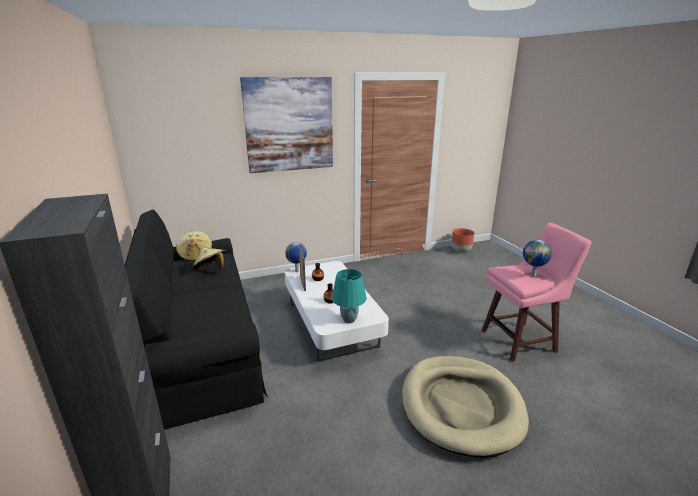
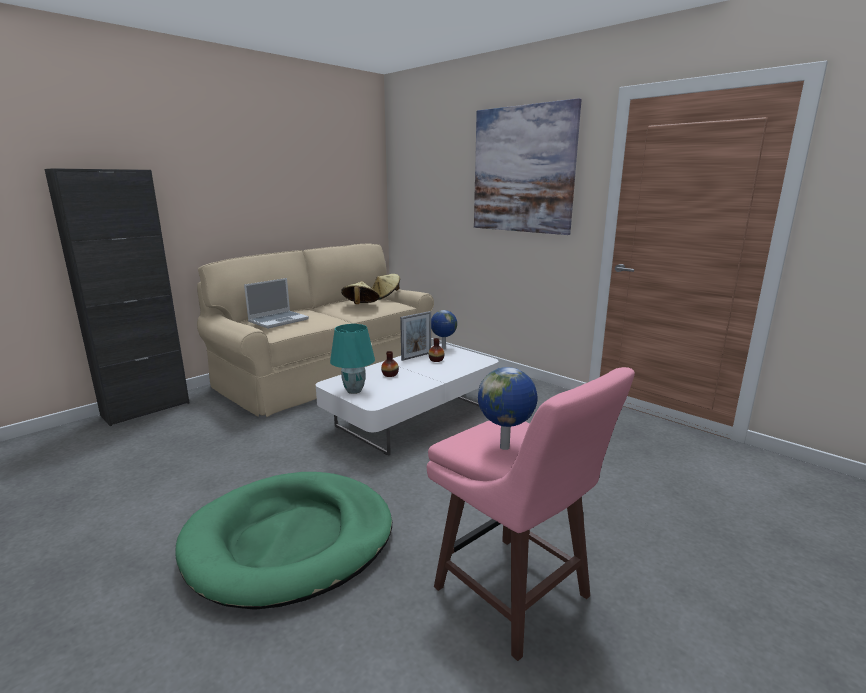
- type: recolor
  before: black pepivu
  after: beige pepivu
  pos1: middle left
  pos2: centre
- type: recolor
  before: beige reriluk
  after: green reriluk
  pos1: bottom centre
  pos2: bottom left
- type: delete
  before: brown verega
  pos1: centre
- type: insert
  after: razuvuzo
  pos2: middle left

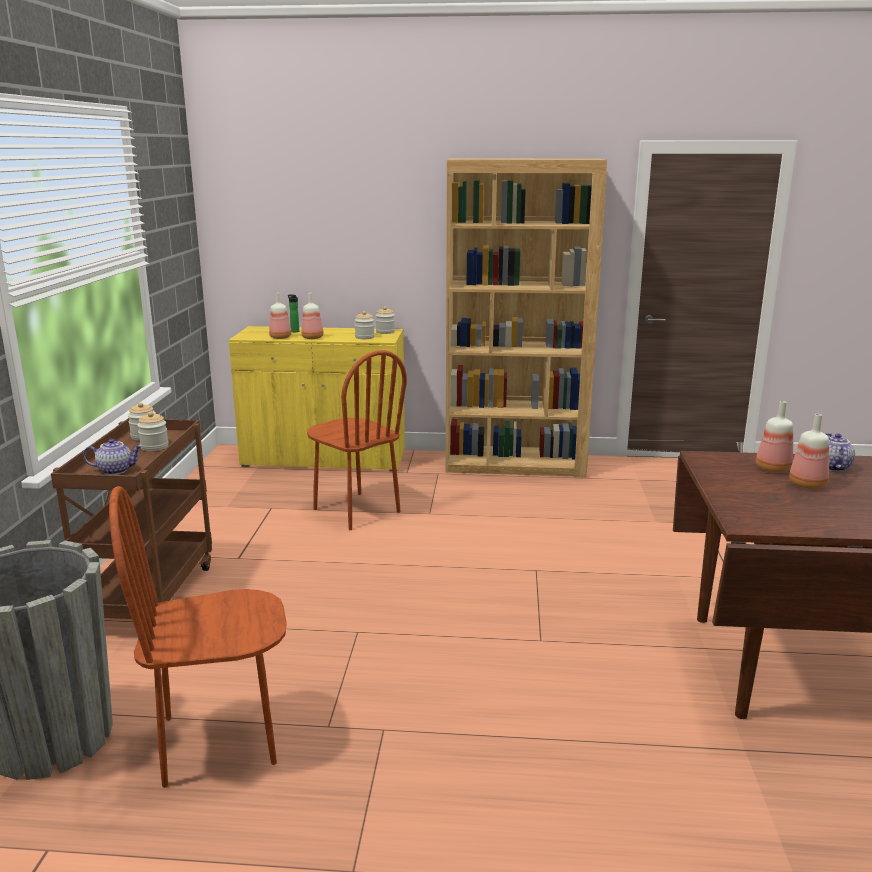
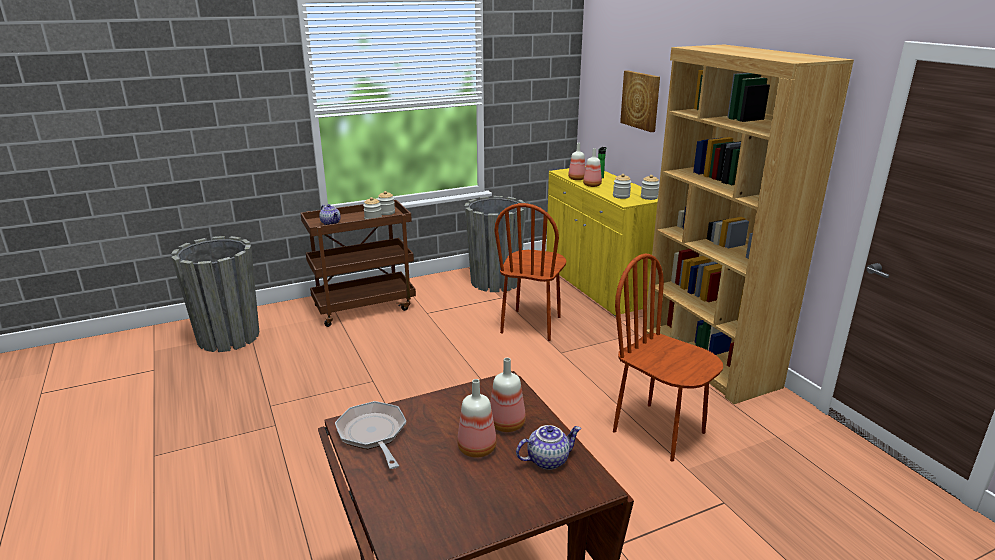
- type: move
  before: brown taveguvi (1st from left in the first image)
  after: brown taveguvi (2nd from left)
  pos1: bottom left
  pos2: middle right
- type: insert
  after: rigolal
  pos2: bottom centre
- type: insert
  after: grey verega (2nd from left)
  pos2: centre
- type: insert
  after: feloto
  pos2: top centre

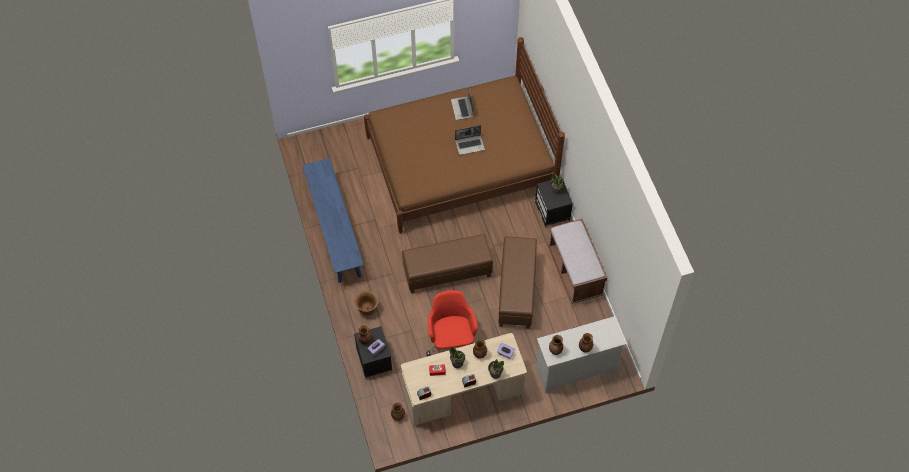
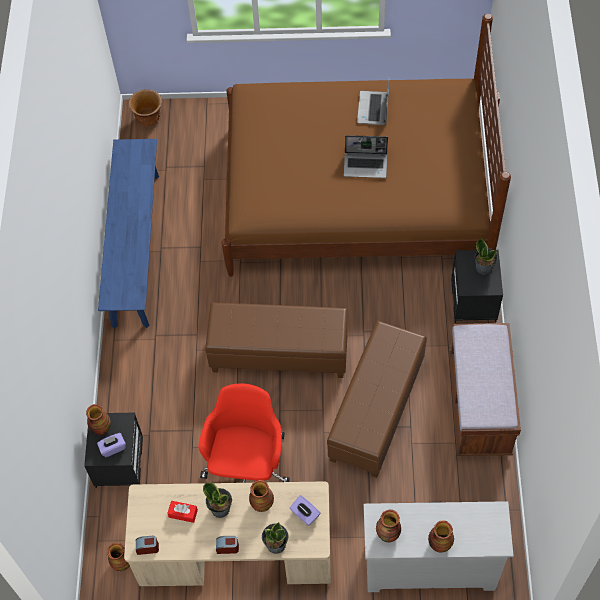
- type: move
  before: brown verega
  pos1: centre
  pos2: top left

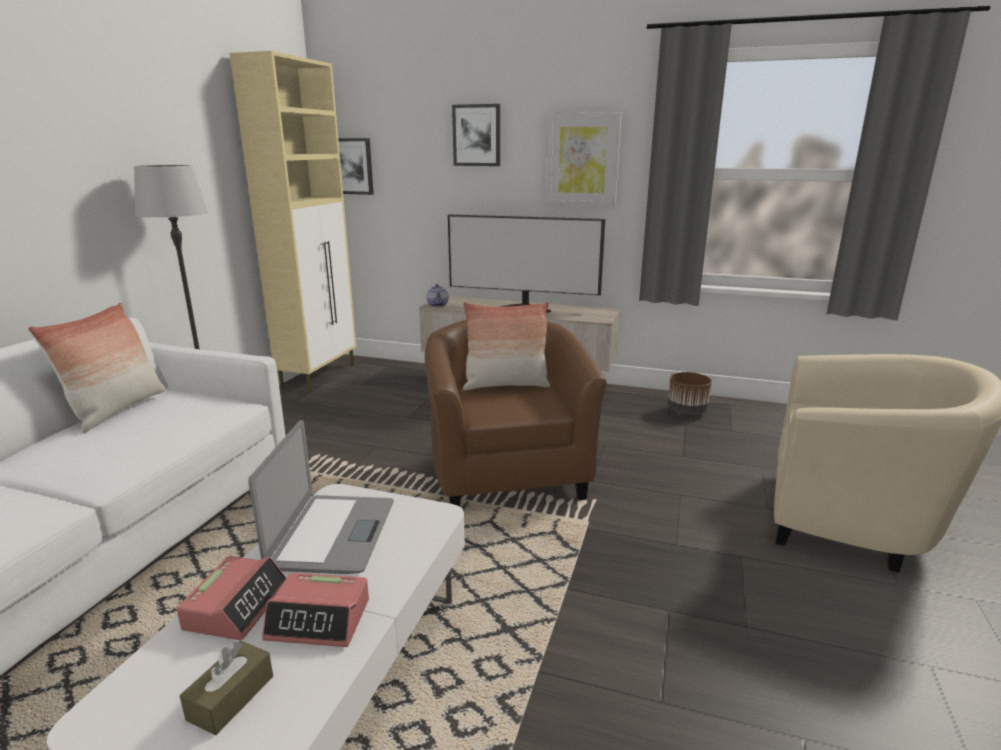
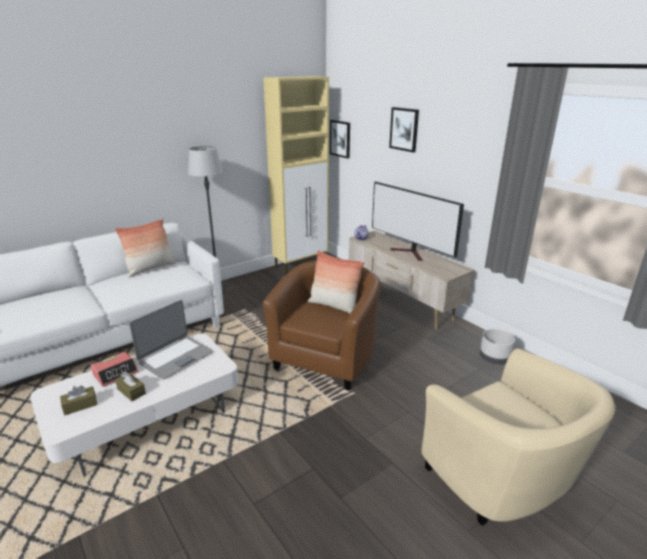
- type: replace
  before: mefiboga (2nd from left)
  after: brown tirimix (2nd from left)
  pos1: bottom left
  pos2: bottom left
- type: delete
  before: feloto (3rd from left)
  pos1: top centre
- type: recolor
  before: brown verega
  after: grey verega
  pos1: middle right
  pos2: middle right

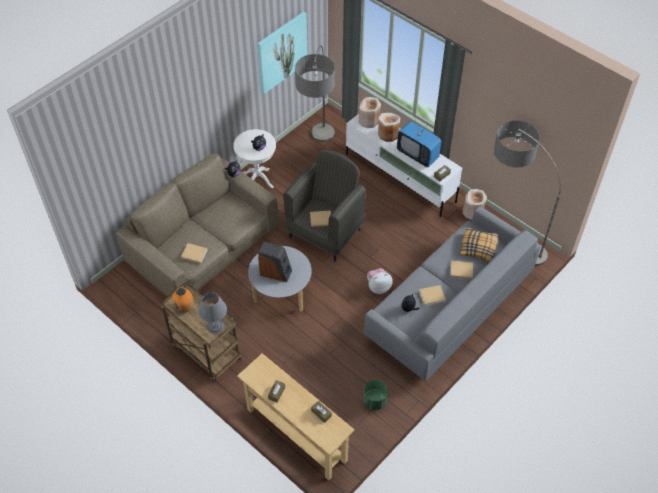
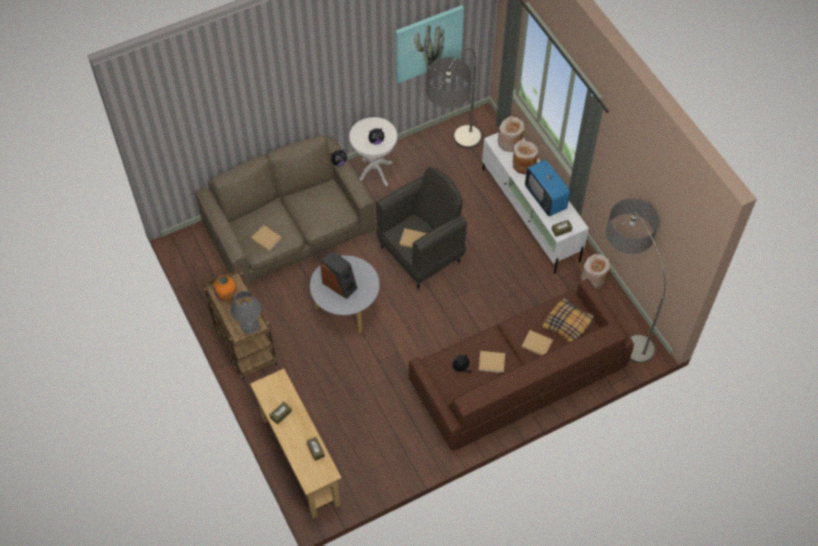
- type: delete
  before: green verega
  pos1: bottom centre
- type: recolor
  before: grey pepivu
  after: brown pepivu (2nd from left)
  pos1: middle right
  pos2: bottom centre
- type: delete
  before: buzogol (3rd from left)
  pos1: centre

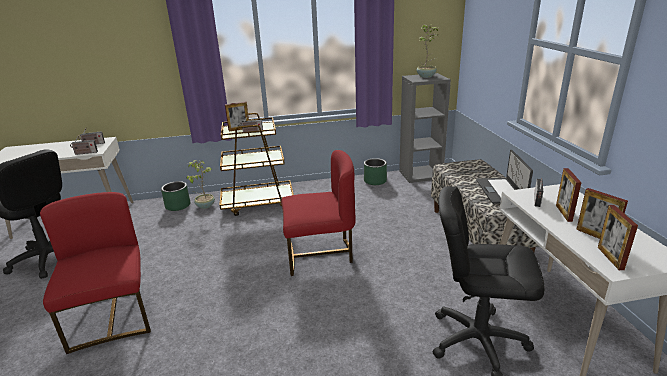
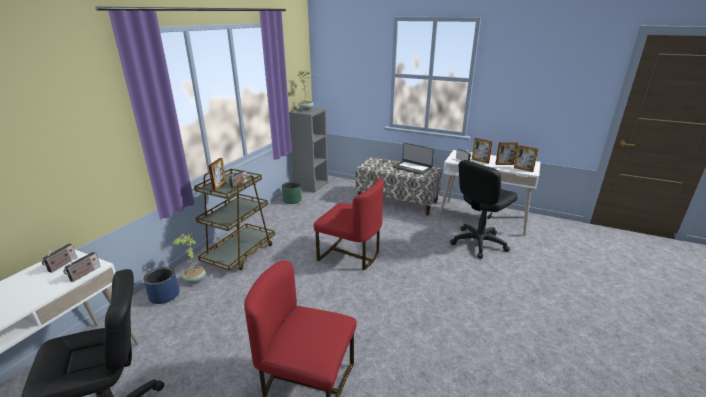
- type: recolor
  before: green verega (1st from left)
  after: blue verega
  pos1: middle left
  pos2: bottom left
- type: rotate
  before: red taveguvi (2nd from left)
  pos1: centre
  pos2: centre
  turn: 90

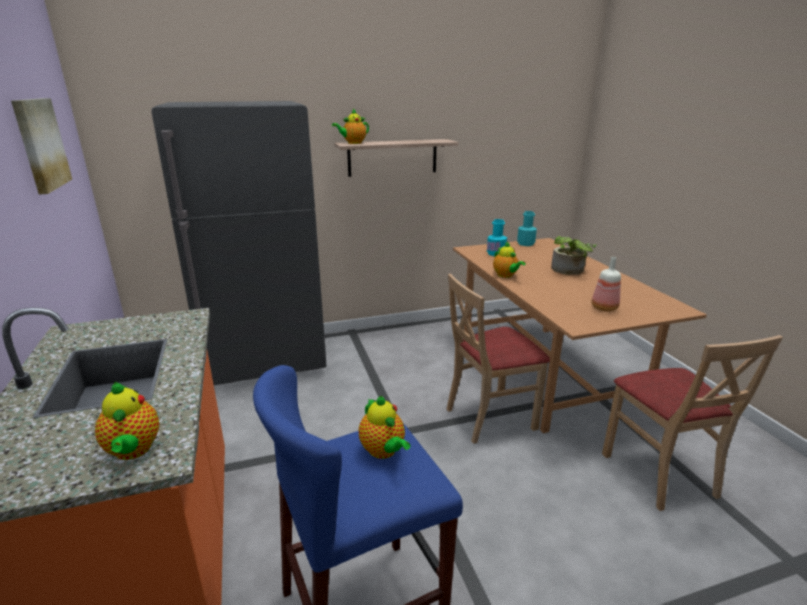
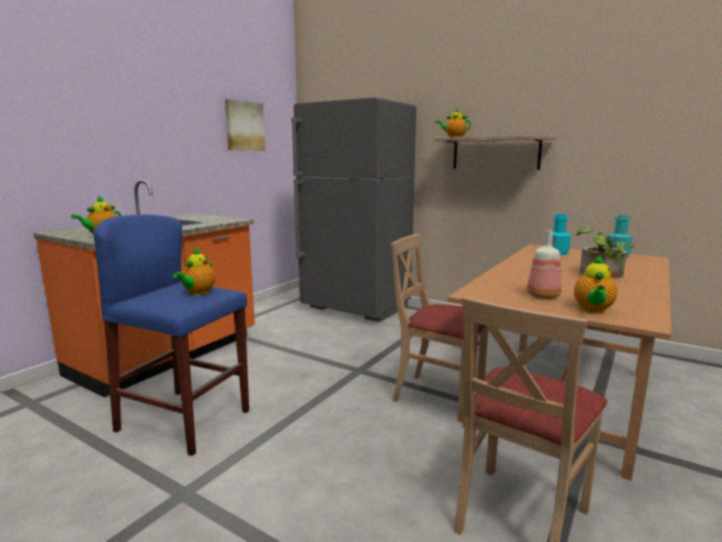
- type: move
  before: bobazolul (4th from left)
  pos1: centre
  pos2: middle right

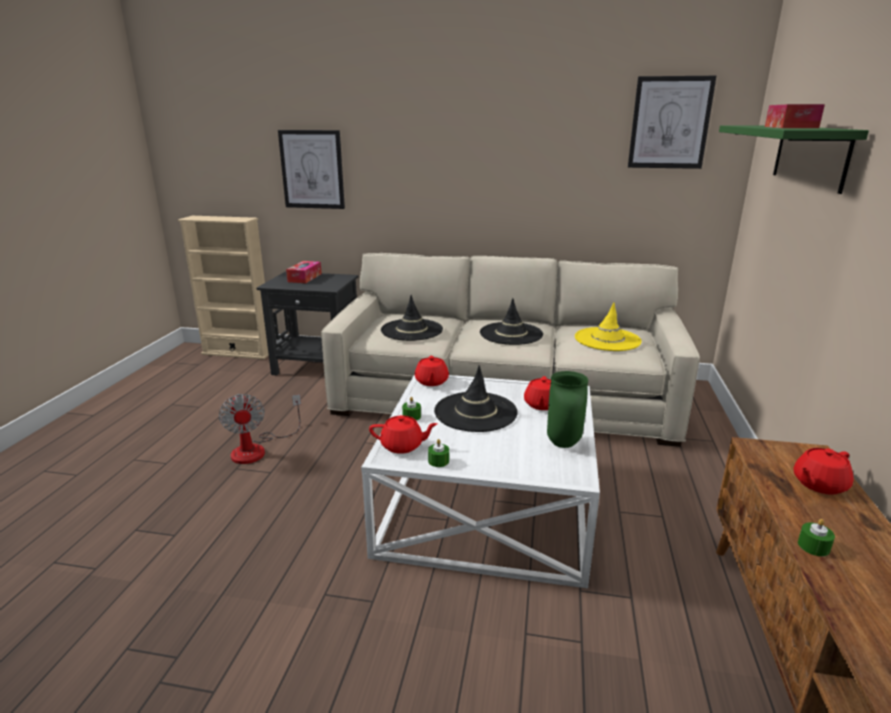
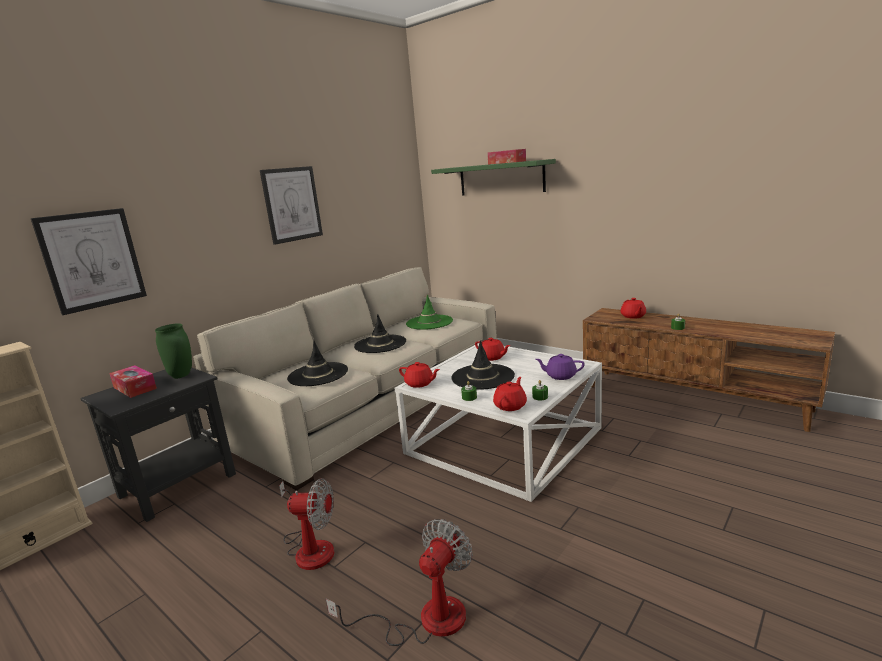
- type: move
  before: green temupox
  pos1: centre
  pos2: middle left
- type: recolor
  before: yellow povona
  after: green povona
  pos1: middle right
  pos2: centre
- type: move
  before: feloto (2nd from left)
  pos1: top right
  pos2: top left
- type: insert
  after: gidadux (2nd from left)
  pos2: bottom centre
- type: insert
  after: purple bobazolul
  pos2: centre

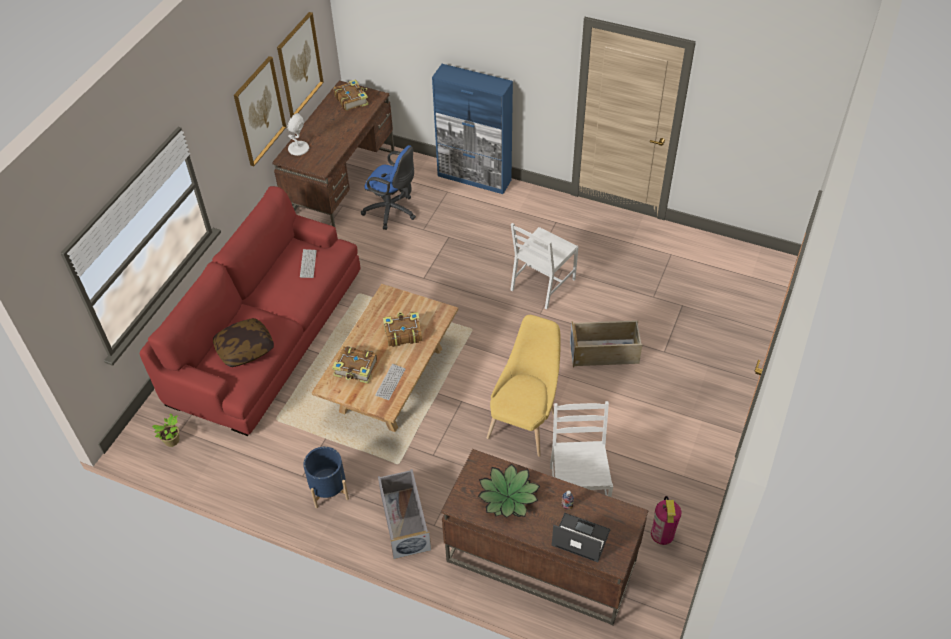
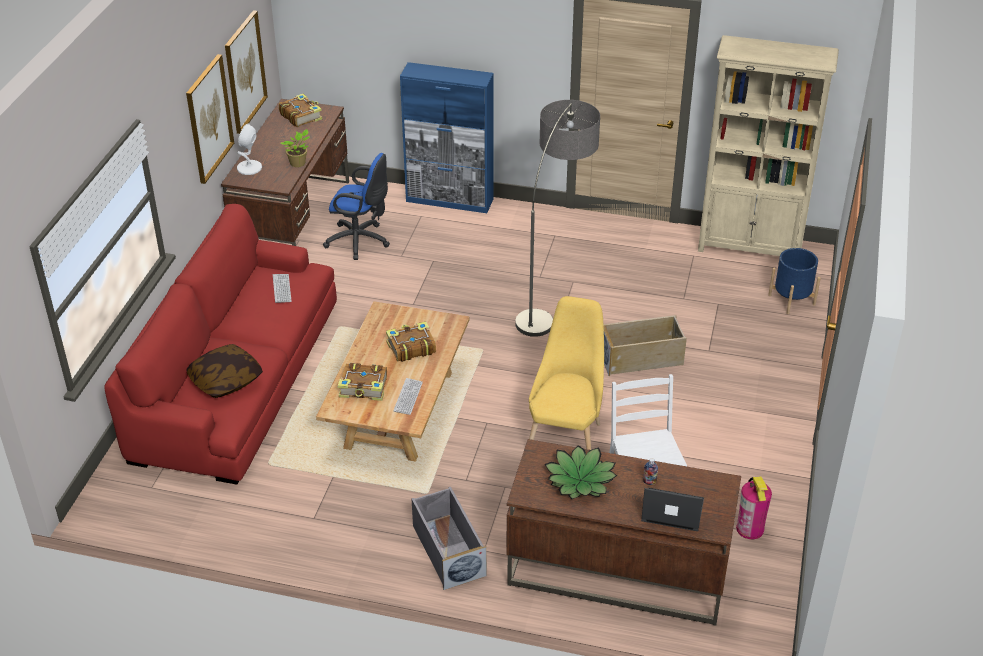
- type: move
  before: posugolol (1st from left)
  pos1: bottom left
  pos2: top left
- type: move
  before: blue verega
  pos1: bottom centre
  pos2: middle right
- type: replace
  before: white taveguvi (1st from left)
  after: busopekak
  pos1: centre
  pos2: top centre
- type: insert
  after: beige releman
  pos2: top right

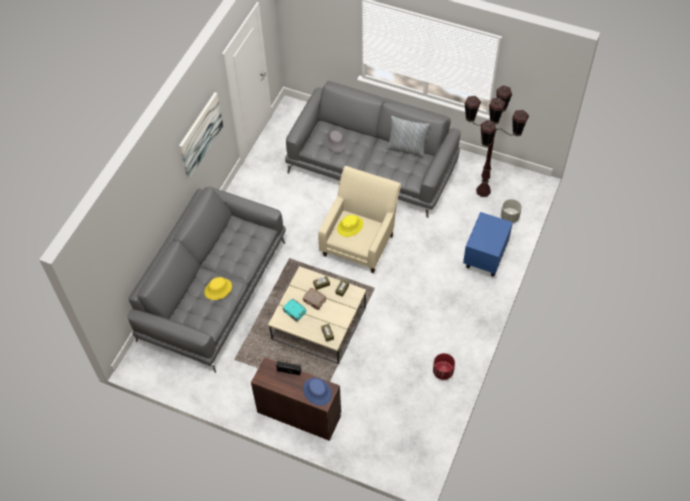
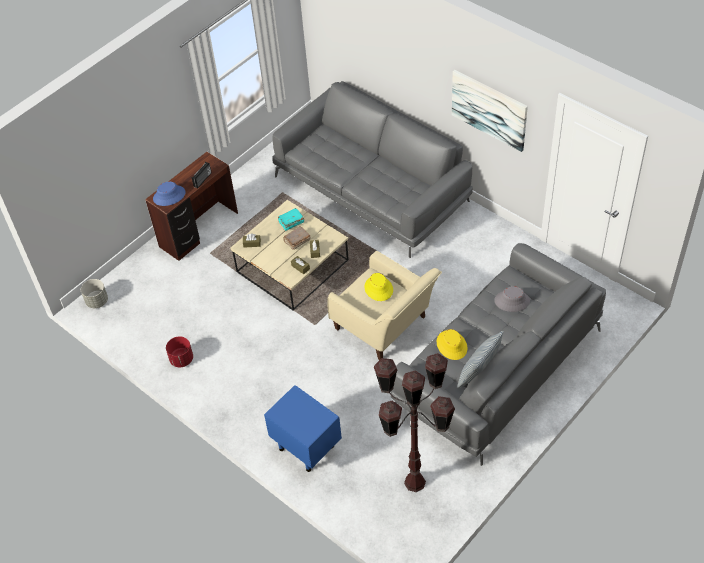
- type: move
  before: yellow povona (1st from left in the first image)
  after: yellow povona (2nd from left)
  pos1: middle left
  pos2: centre
- type: move
  before: grey verega
  pos1: middle right
  pos2: middle left

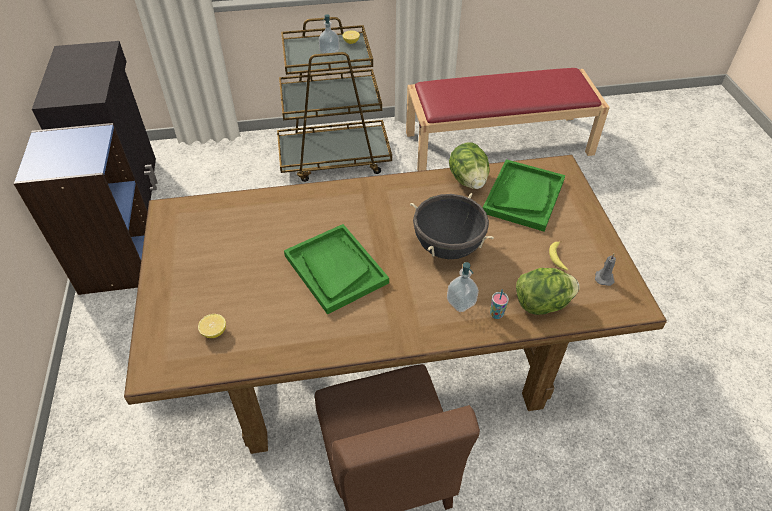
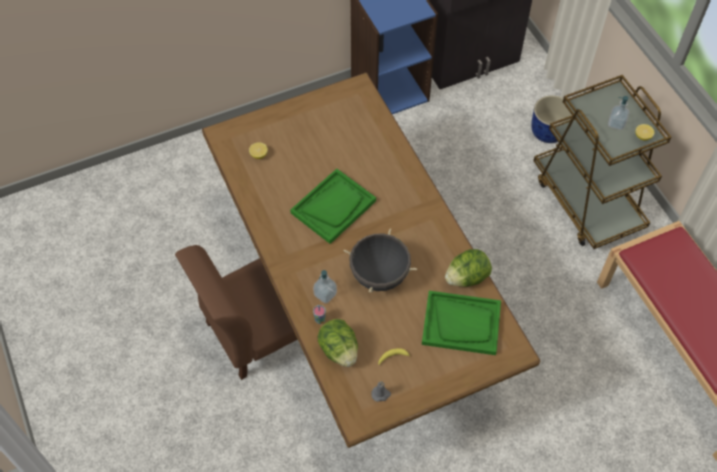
- type: insert
  after: blue verega
  pos2: top right

